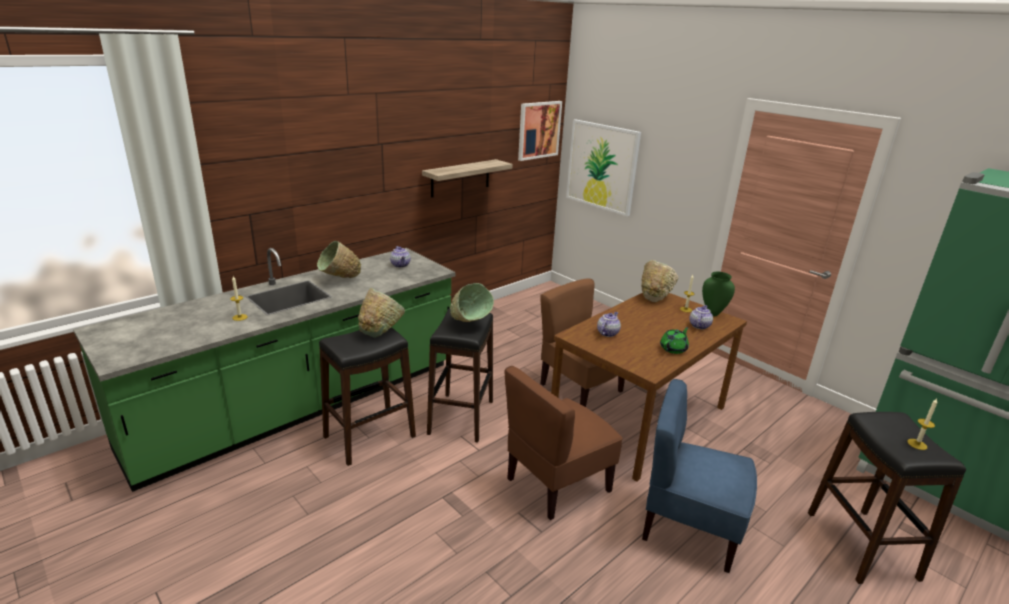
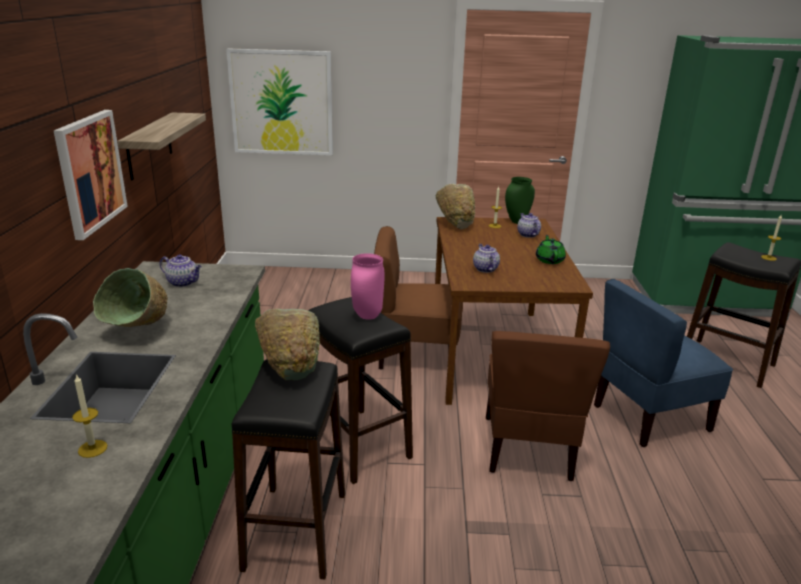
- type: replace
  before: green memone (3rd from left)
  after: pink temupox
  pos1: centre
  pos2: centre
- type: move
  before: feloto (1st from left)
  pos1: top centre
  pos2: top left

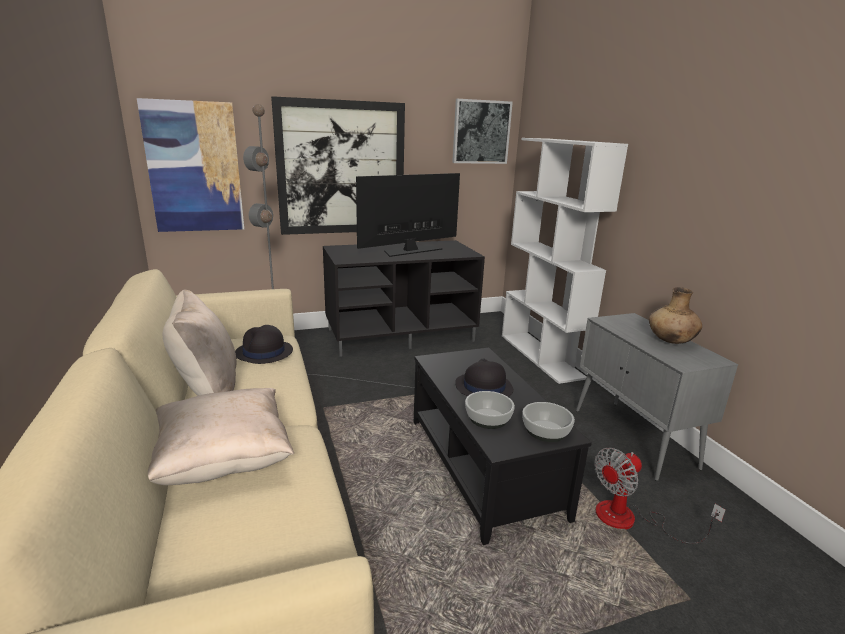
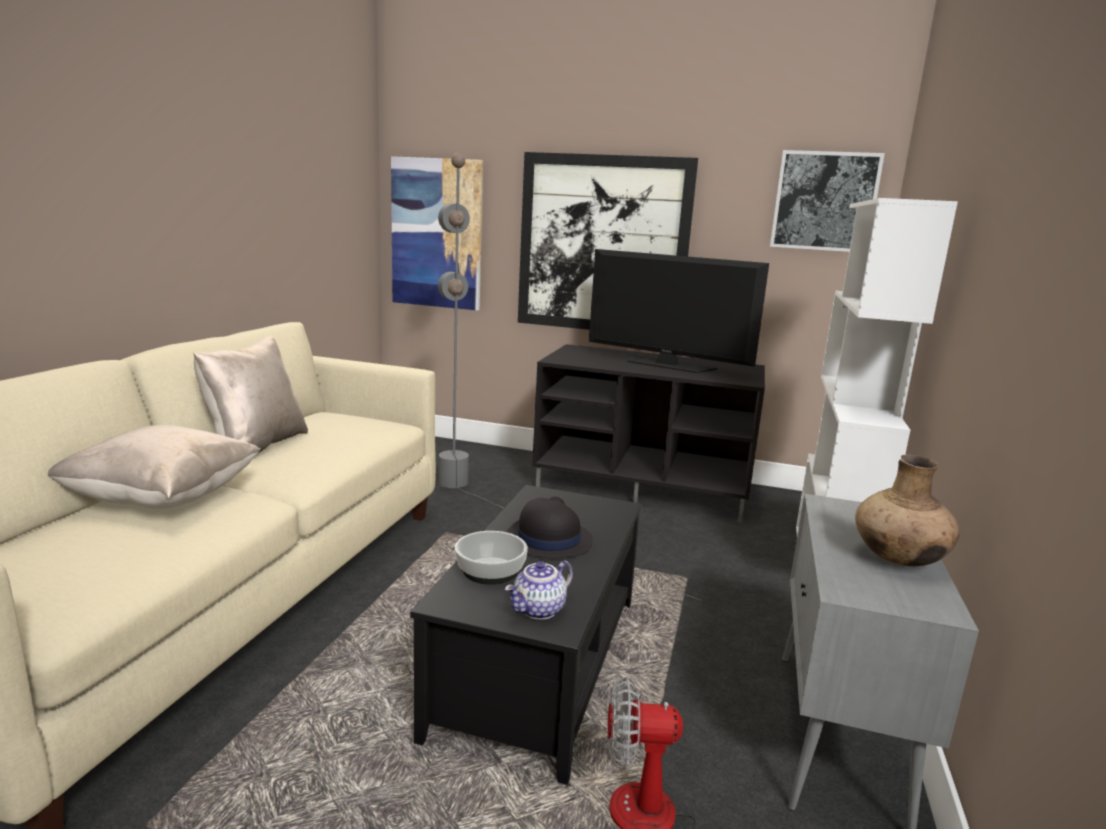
- type: delete
  before: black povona (1st from left)
  pos1: middle left
- type: rotate
  before: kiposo
  pos1: centre
  pos2: centre
  turn: -150
- type: replace
  before: memone (2nd from left)
  after: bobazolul
  pos1: centre
  pos2: bottom centre

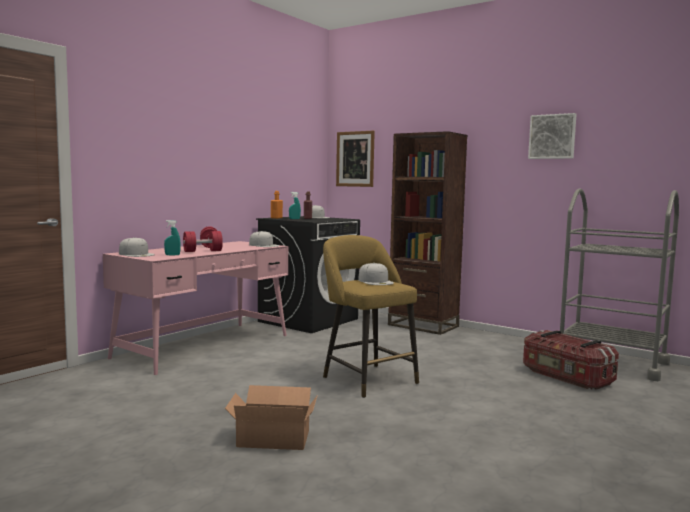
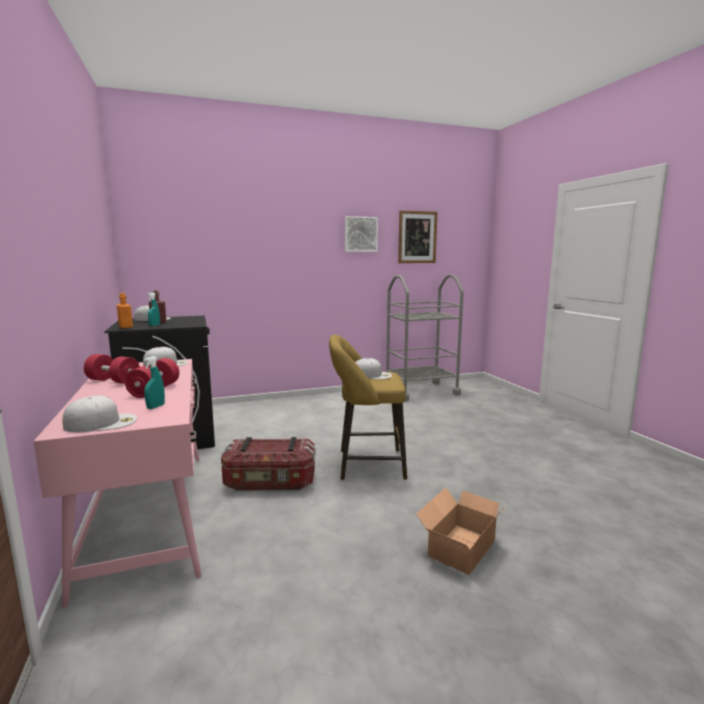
- type: move
  before: feloto (1st from left in the first image)
  after: feloto (2nd from left)
  pos1: top centre
  pos2: centre
- type: delete
  before: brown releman
  pos1: centre
- type: move
  before: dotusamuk
  pos1: bottom right
  pos2: centre

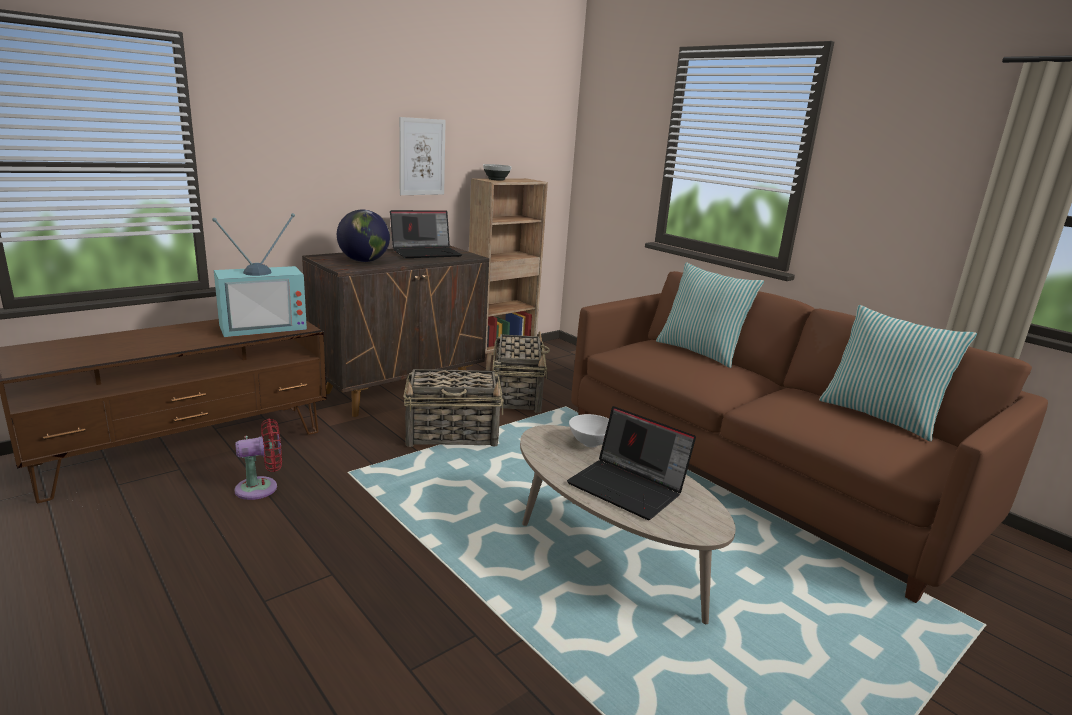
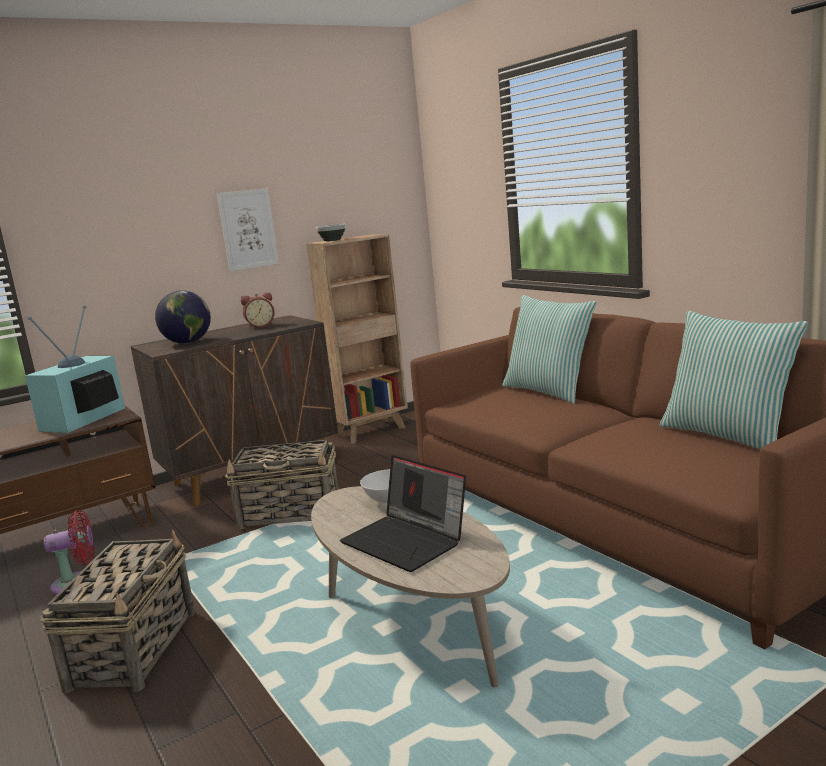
- type: rotate
  before: kiposo
  pos1: middle left
  pos2: middle left
  turn: 135
- type: replace
  before: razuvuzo (1st from left)
  after: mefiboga
  pos1: top centre
  pos2: middle left
- type: move
  before: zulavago (2nd from left in the first image)
  after: zulavago (1st from left)
  pos1: centre
  pos2: bottom left

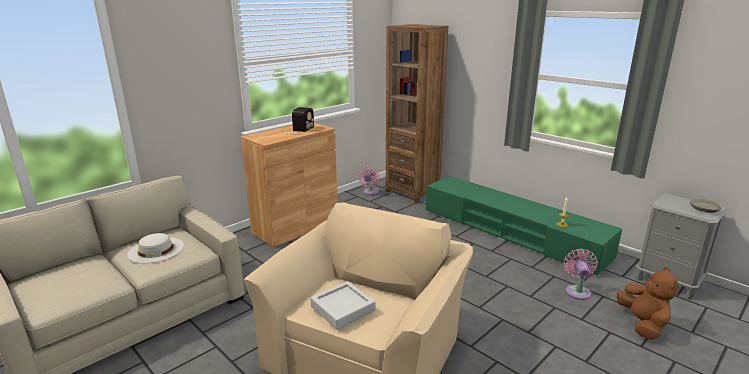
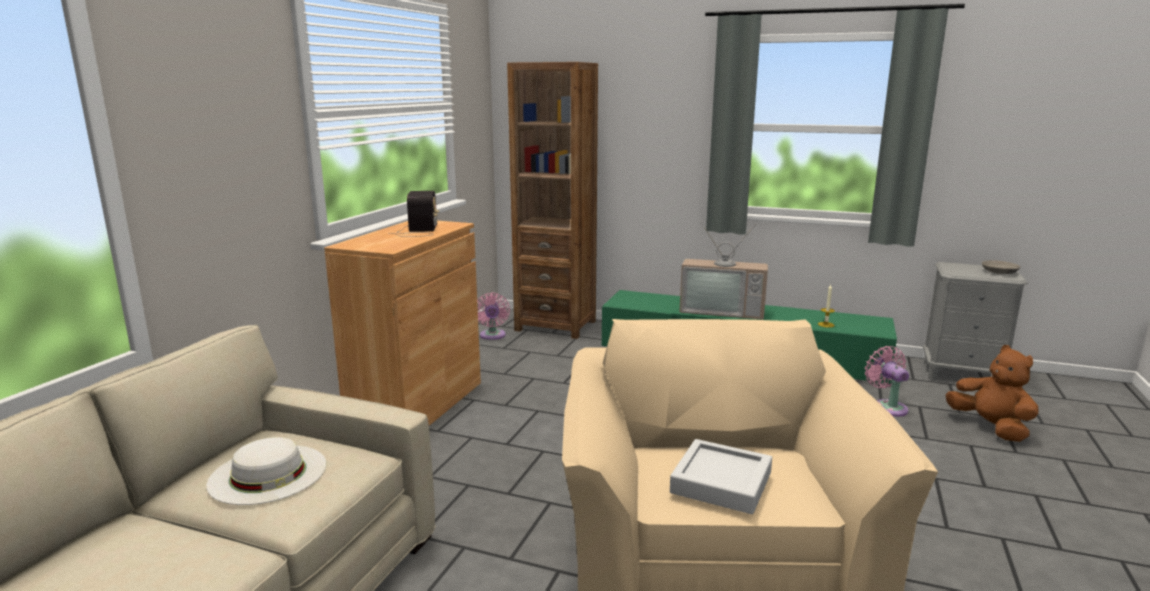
- type: insert
  after: kiposo
  pos2: centre

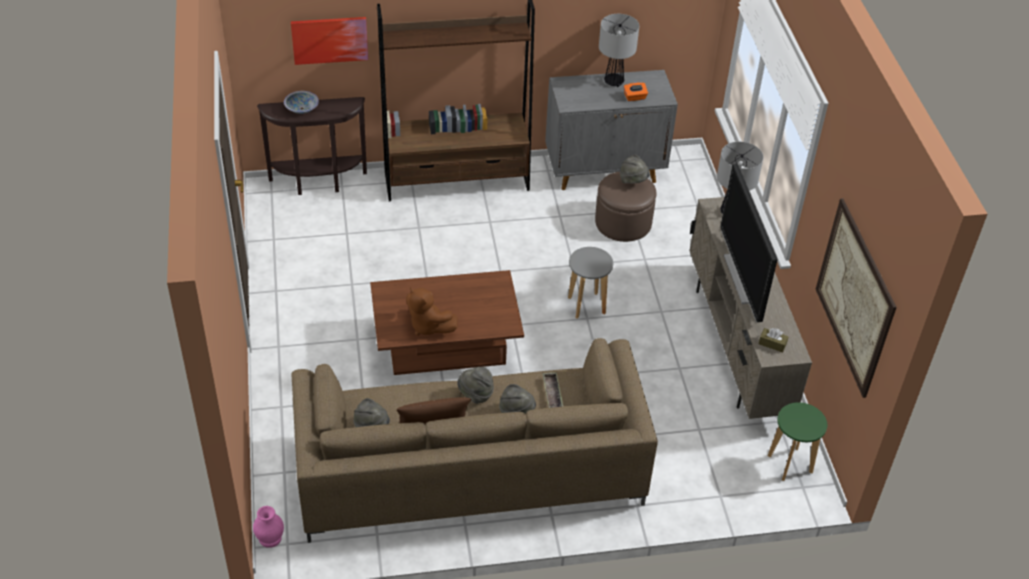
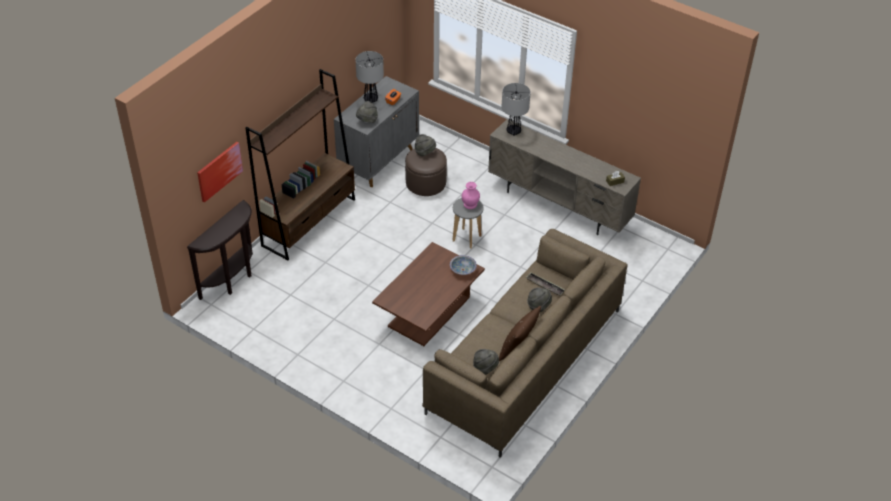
- type: move
  before: pink temupox
  pos1: bottom left
  pos2: centre
- type: move
  before: memone
  pos1: top left
  pos2: centre
- type: delete
  before: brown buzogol
  pos1: centre
- type: move
  before: grey povona (2nd from left in the first image)
  after: grey povona (1st from left)
  pos1: centre
  pos2: top centre
- type: delete
  before: kiposo
  pos1: middle right
- type: delete
  before: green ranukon
  pos1: bottom right
- type: delete
  before: feloto (2nd from left)
  pos1: middle right

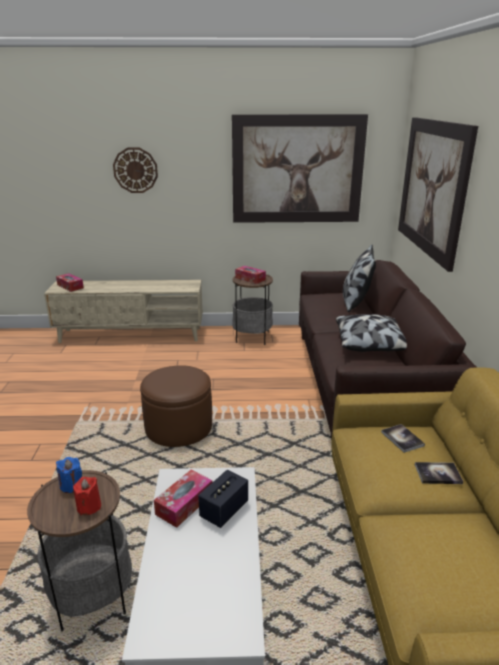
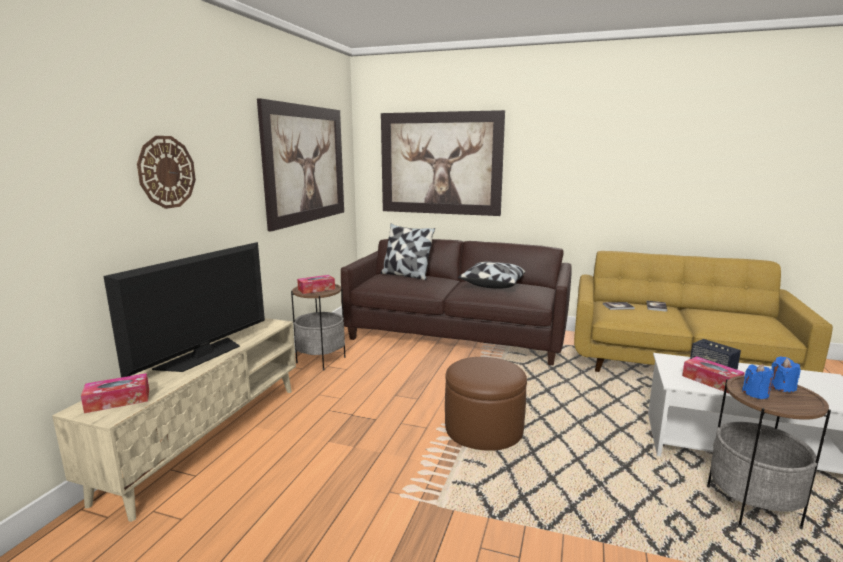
- type: recolor
  before: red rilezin
  after: blue rilezin (2nd from left)
  pos1: bottom left
  pos2: middle right
- type: insert
  after: kiposo
  pos2: middle left

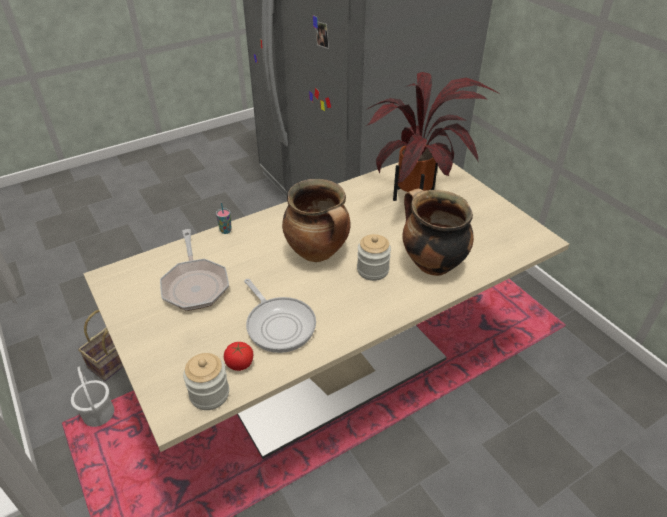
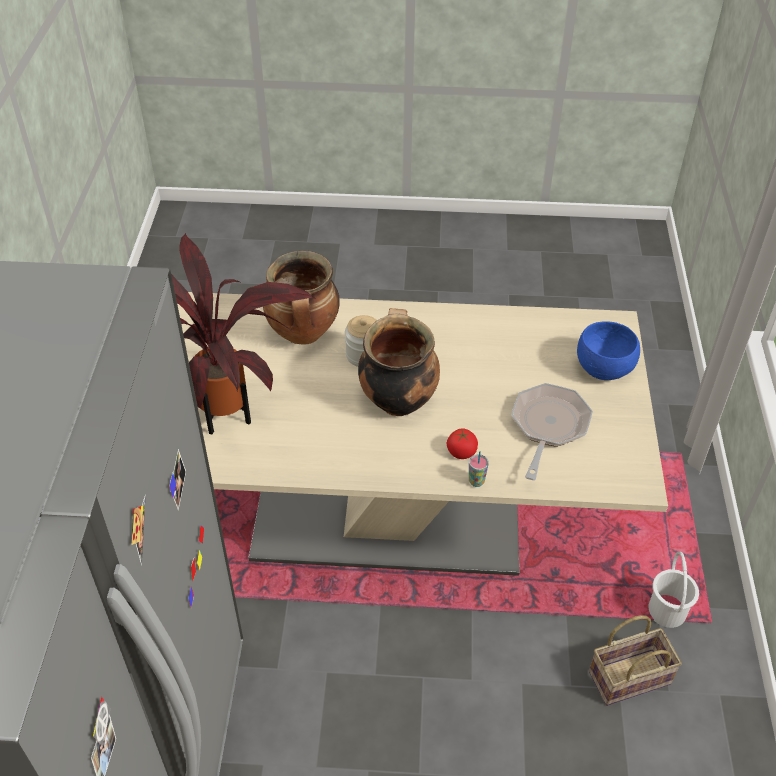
- type: delete
  before: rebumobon (1st from left)
  pos1: bottom left
- type: move
  before: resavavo
  pos1: bottom centre
  pos2: centre
- type: delete
  before: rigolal (2nd from left)
  pos1: centre
- type: insert
  after: blue memone
  pos2: middle right

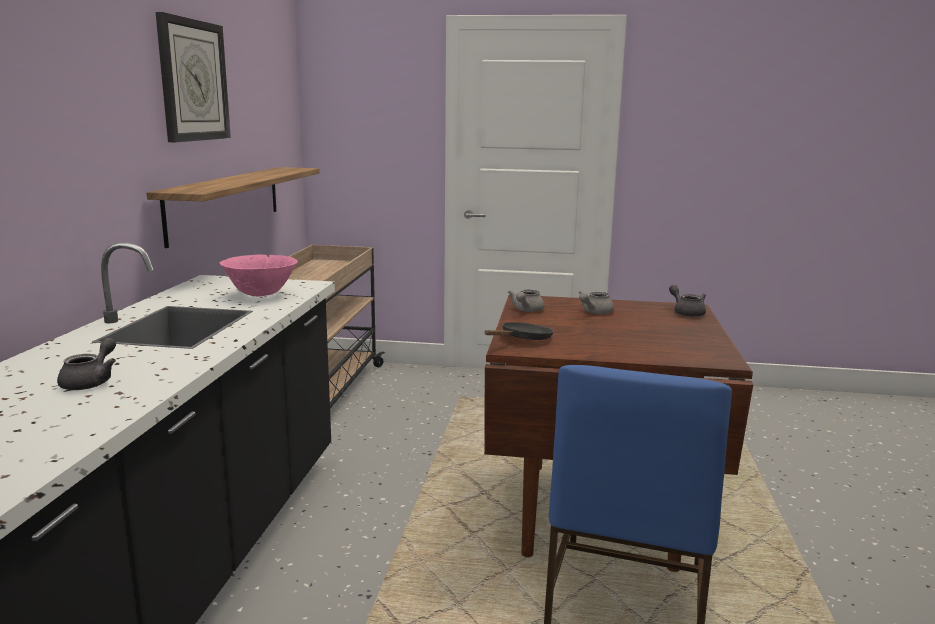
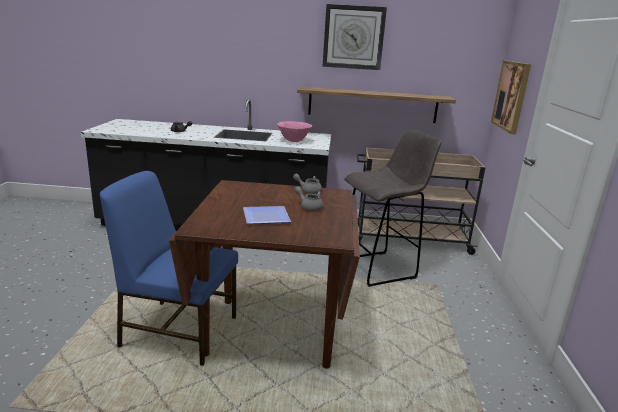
- type: delete
  before: black rigolal
  pos1: centre
- type: delete
  before: grey bobazolul (4th from left)
  pos1: middle right
- type: insert
  after: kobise
  pos2: centre
- type: insert
  after: grey ranukon
  pos2: centre
- type: insert
  after: feloto
  pos2: top right

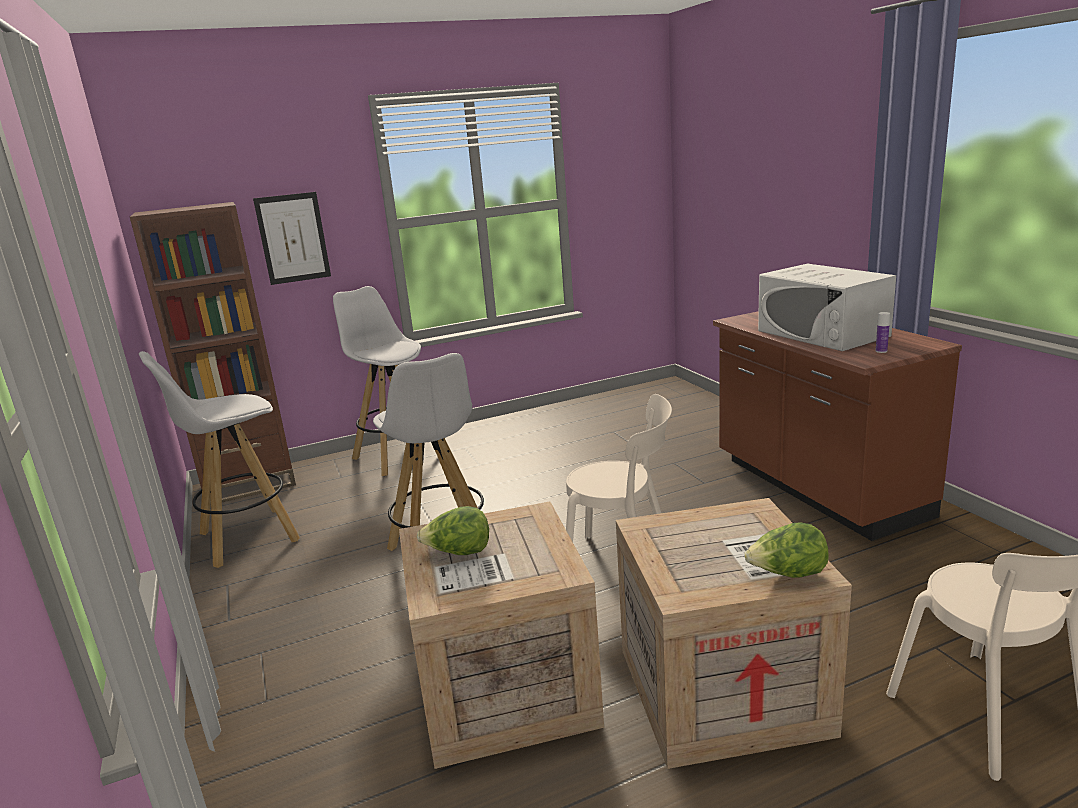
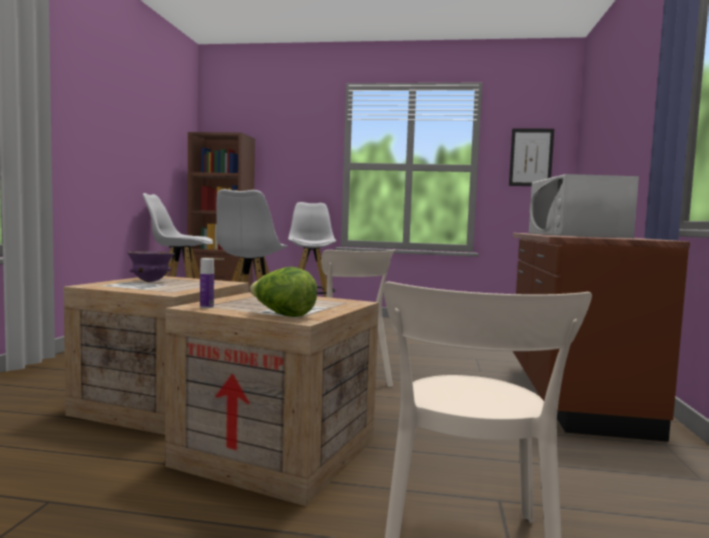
- type: move
  before: feloto
  pos1: top left
  pos2: top right
- type: replace
  before: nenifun (1st from left)
  after: purple memone
  pos1: centre
  pos2: middle left
- type: move
  before: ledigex
  pos1: middle right
  pos2: middle left

